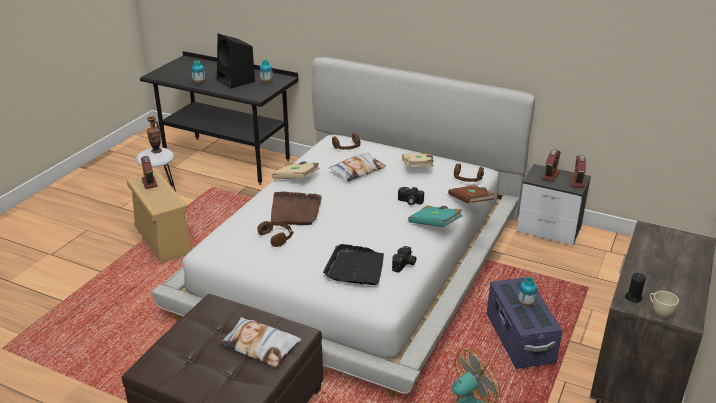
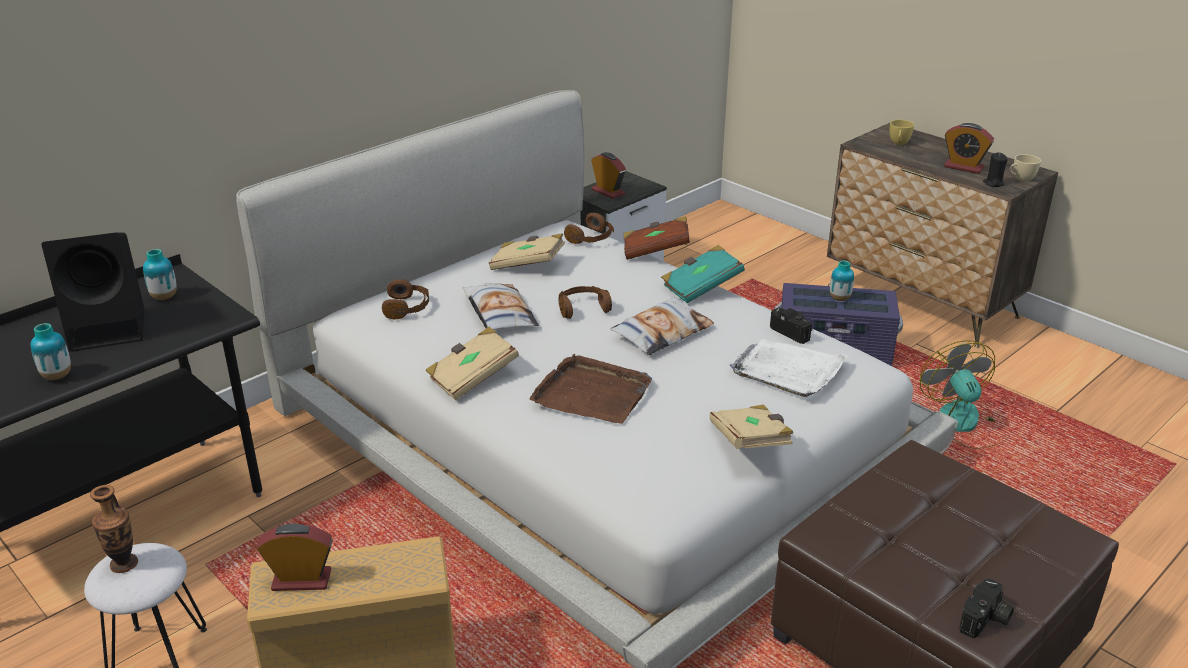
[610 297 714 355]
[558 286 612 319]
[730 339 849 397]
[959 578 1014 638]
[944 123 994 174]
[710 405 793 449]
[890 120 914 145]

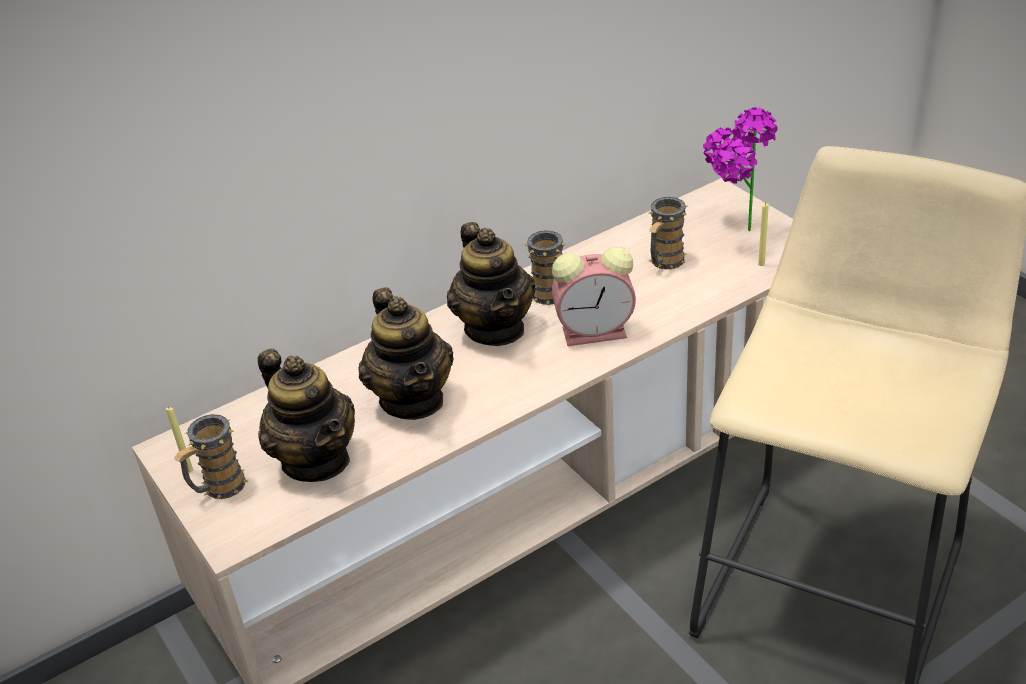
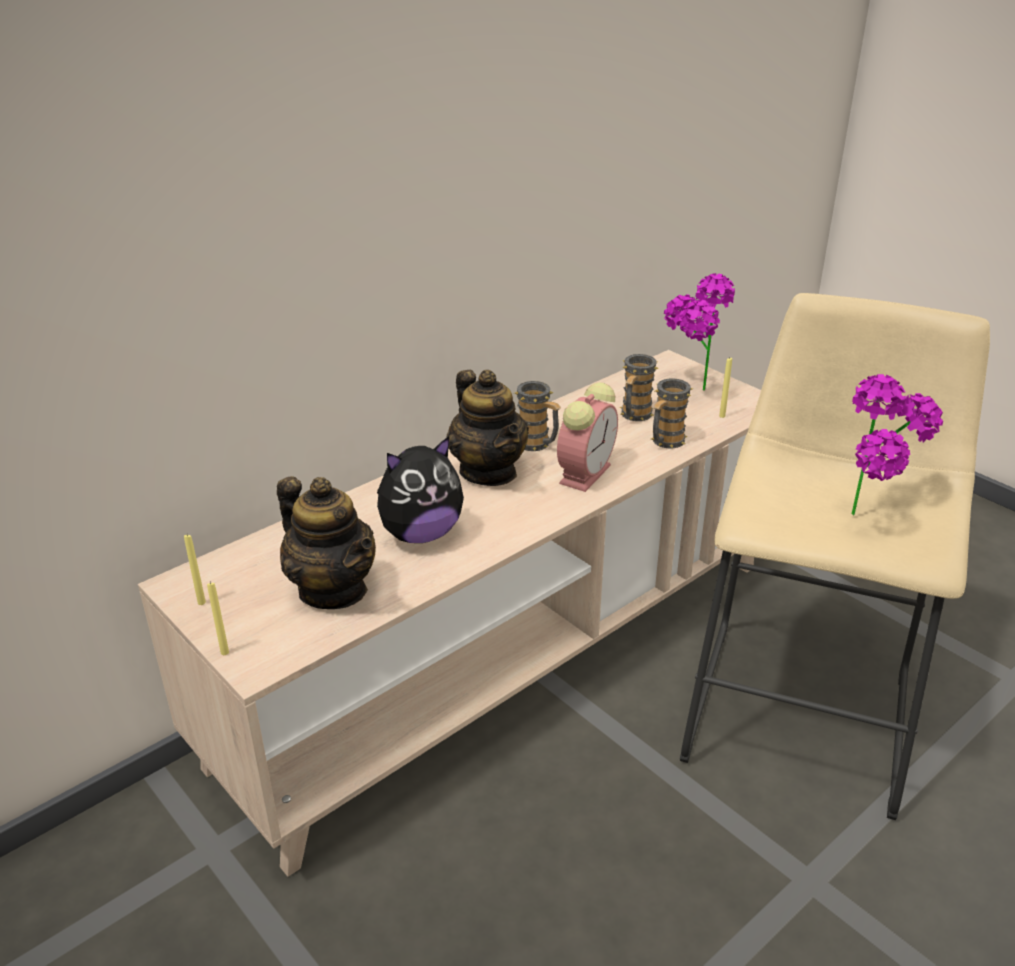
[651 378 693 449]
[377 436 464 543]
[557 382 618 492]
[207 581 229 655]
[852 374 943 515]

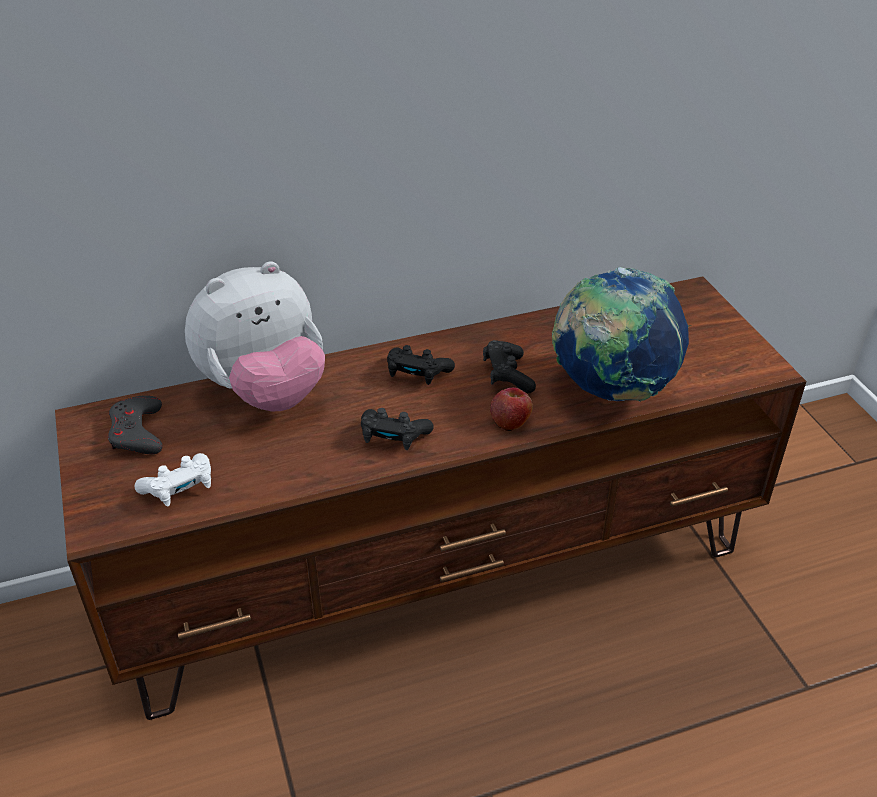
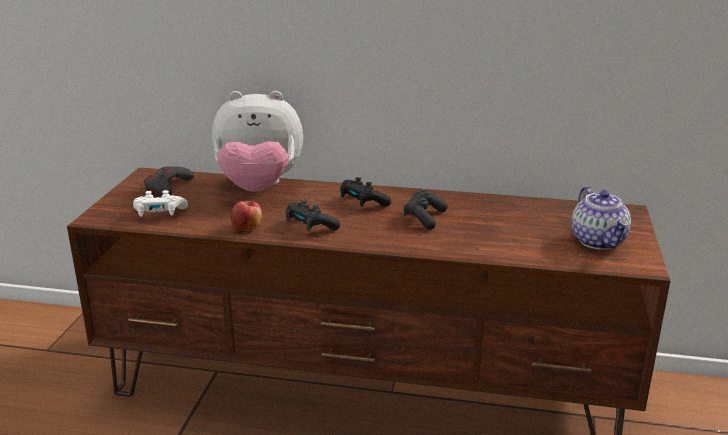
[231 201 262 232]
[552 267 692 402] (first image)
[571 186 631 250]

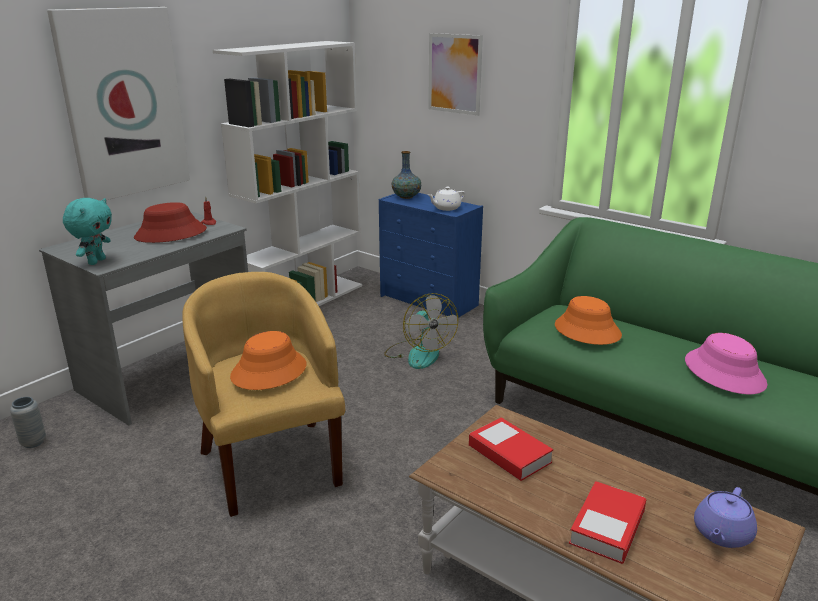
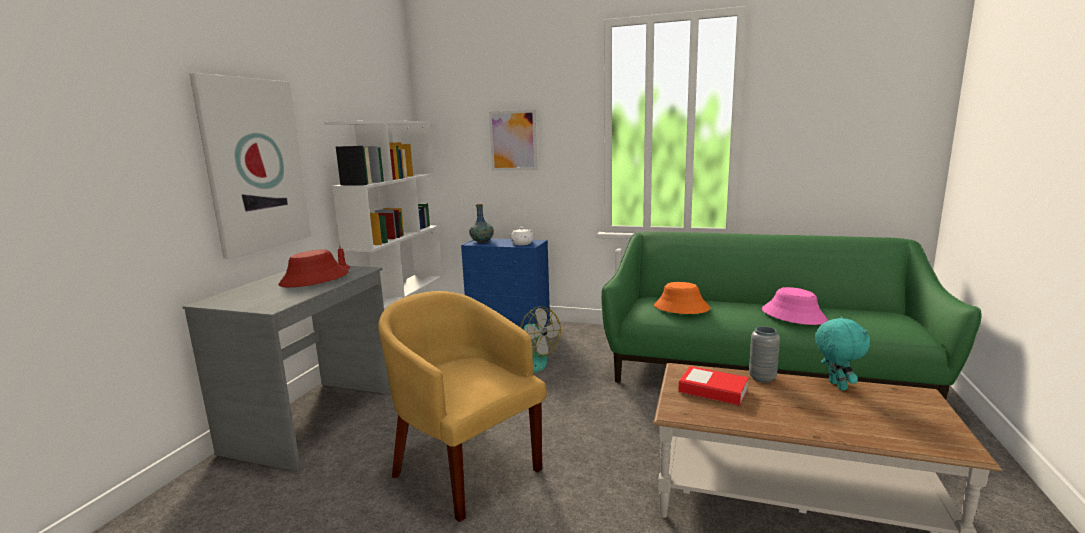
[749 326 780 383]
[815 316 870 390]
[230 331 306 390] (first image)
[569 481 646 564] (first image)
[694 487 757 548] (first image)

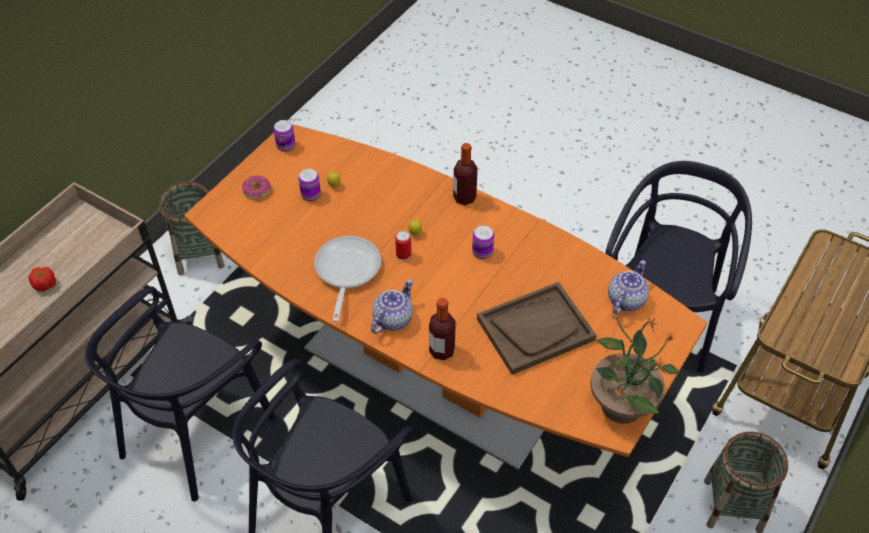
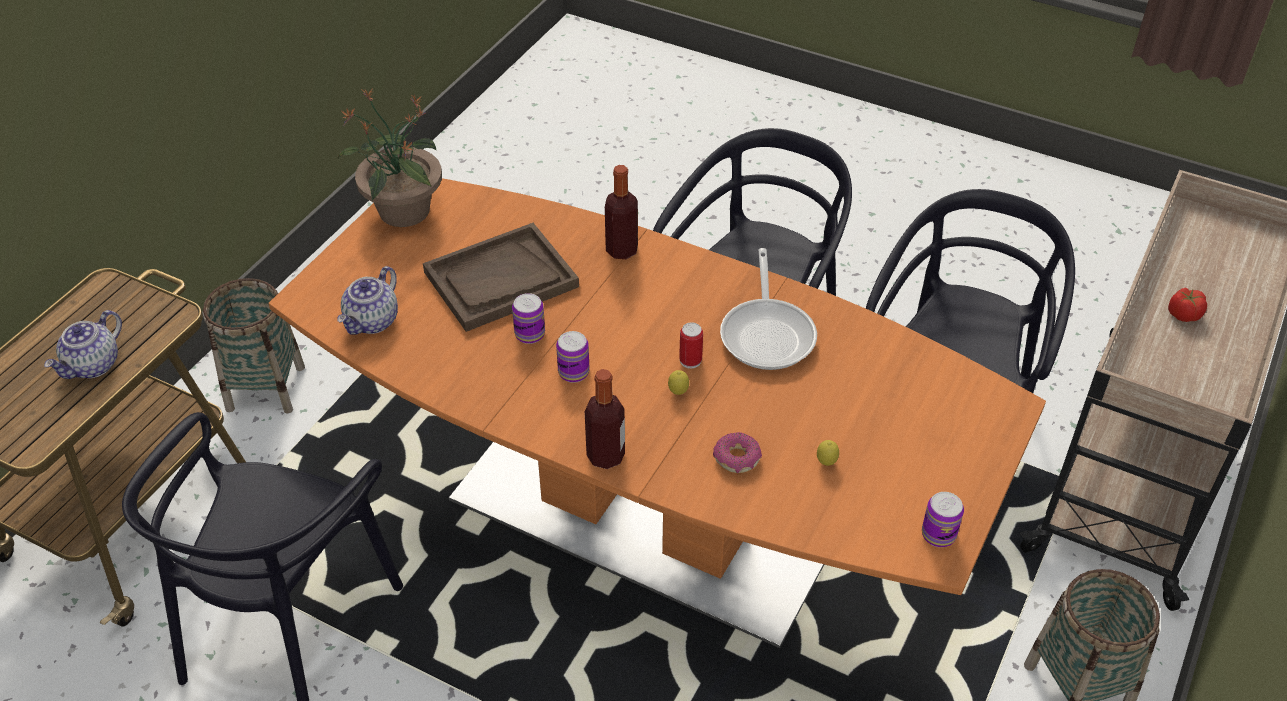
[713 432 762 473]
[512 293 545 344]
[44 310 122 379]

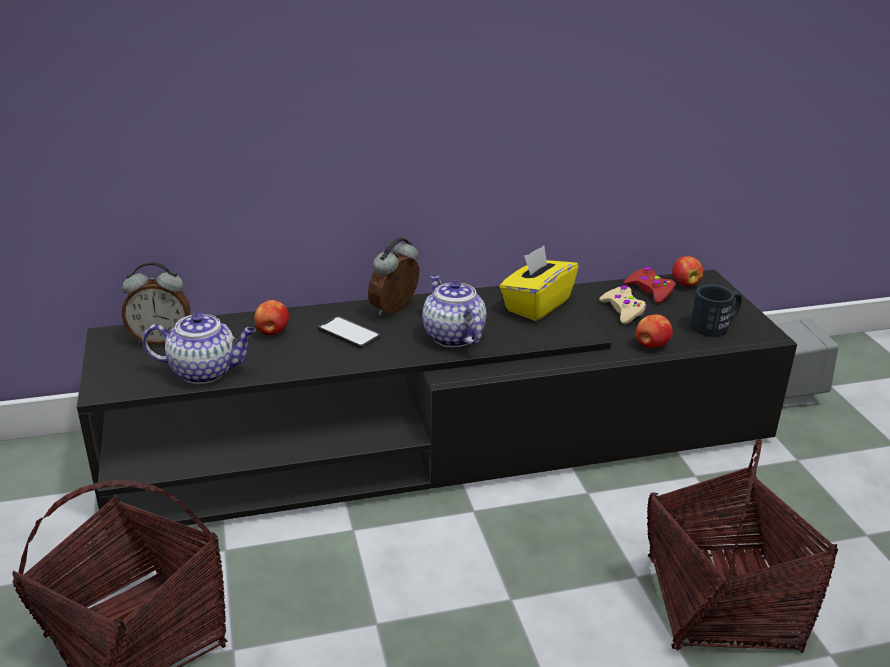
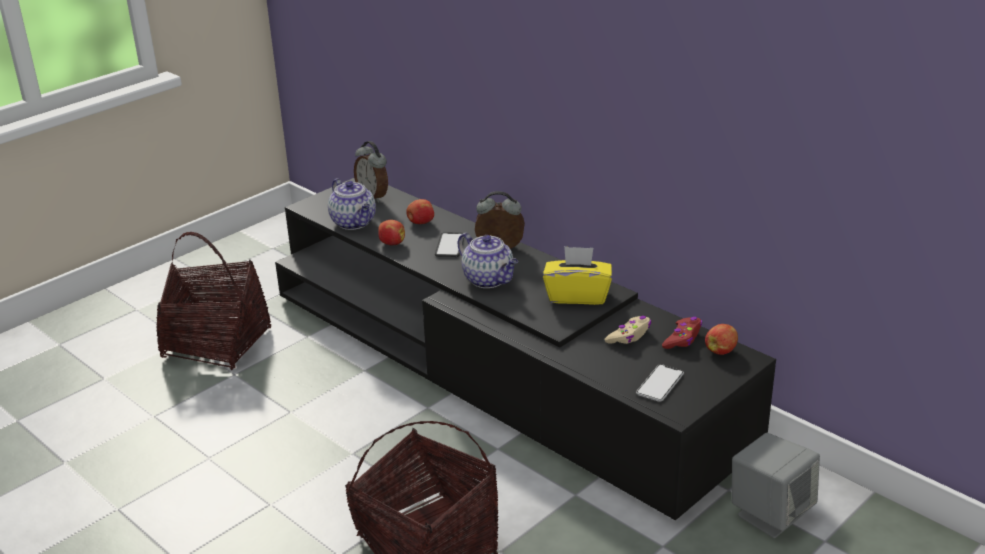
[458 233 518 288]
[378 220 405 246]
[636 364 684 402]

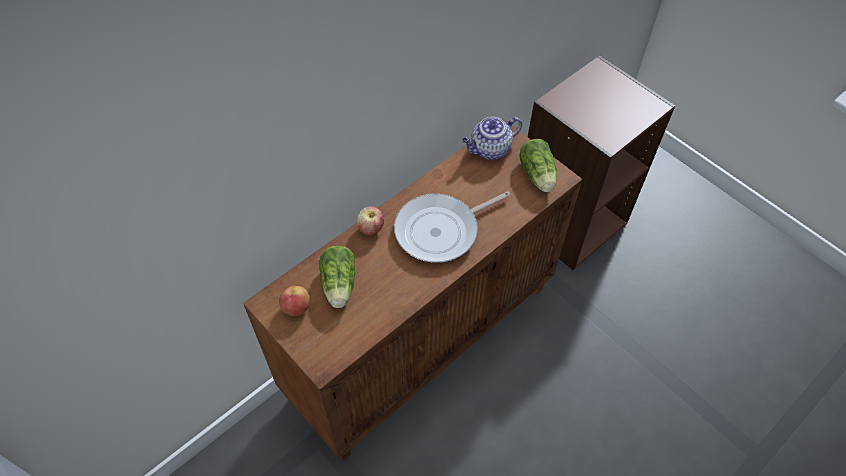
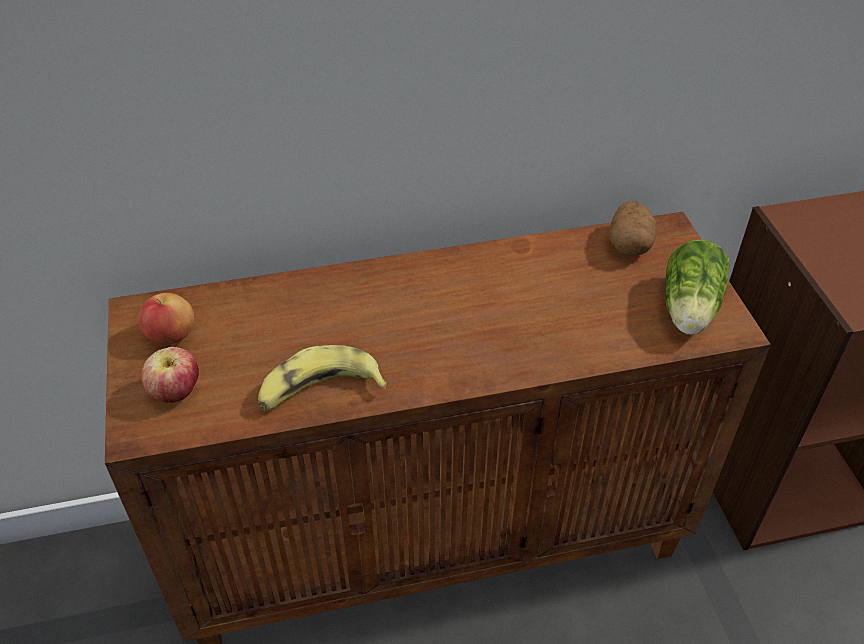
[319 246 355 308] (first image)
[141 347 199 403]
[394 192 510 263] (first image)
[609 201 657 256]
[258 345 389 411]

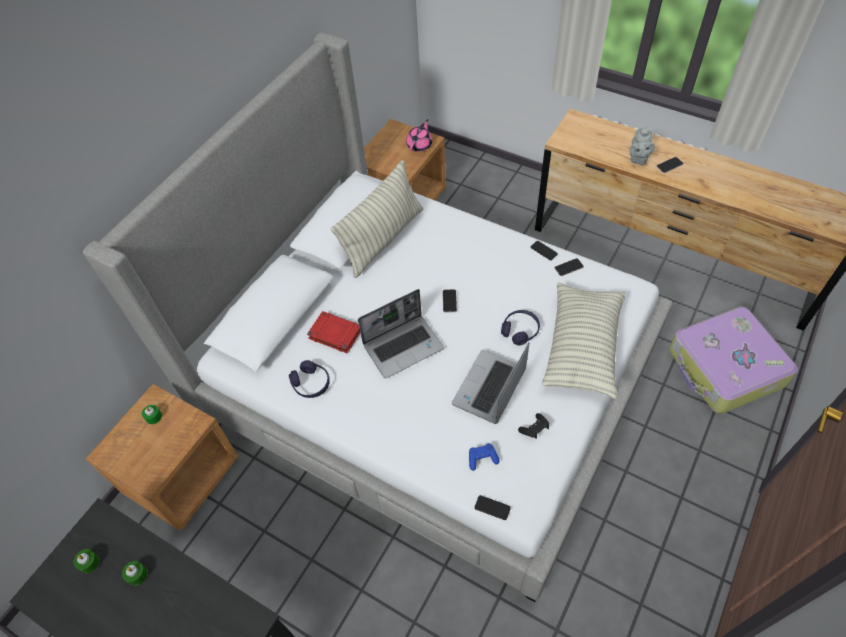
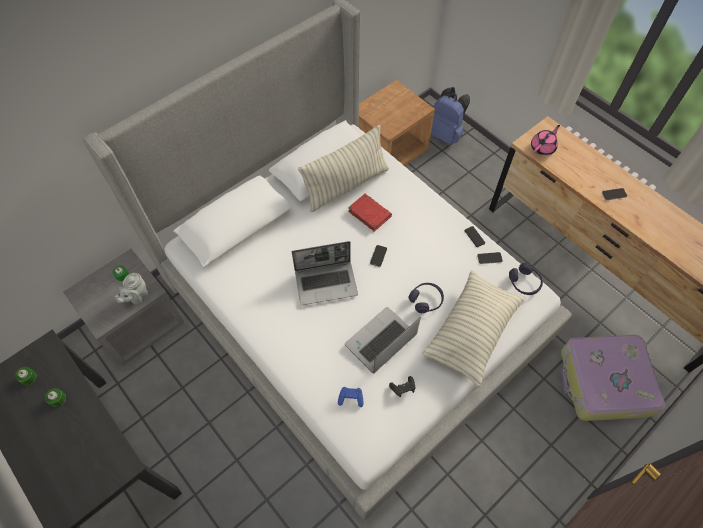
[63 249 184 366]
[509 263 543 295]
[348 194 392 232]
[531 125 560 155]
[475 495 511 520] (first image)
[115 273 148 305]
[431 87 470 145]

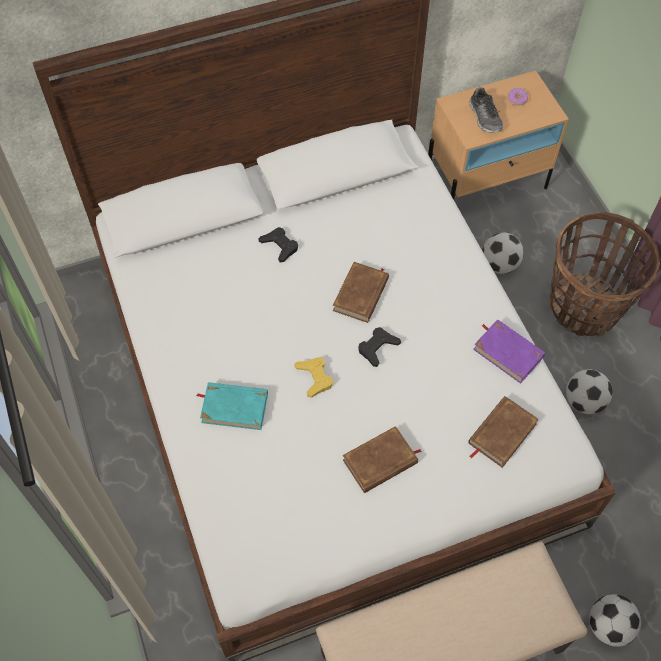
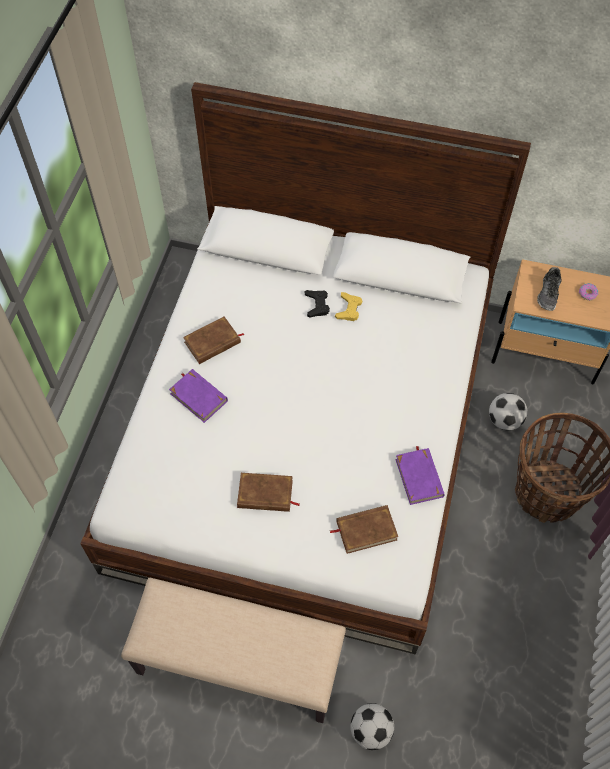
[169 369 228 423]
[335 292 362 321]
[183 317 244 364]
[358 327 401 367] (first image)
[566 369 613 414] (first image)

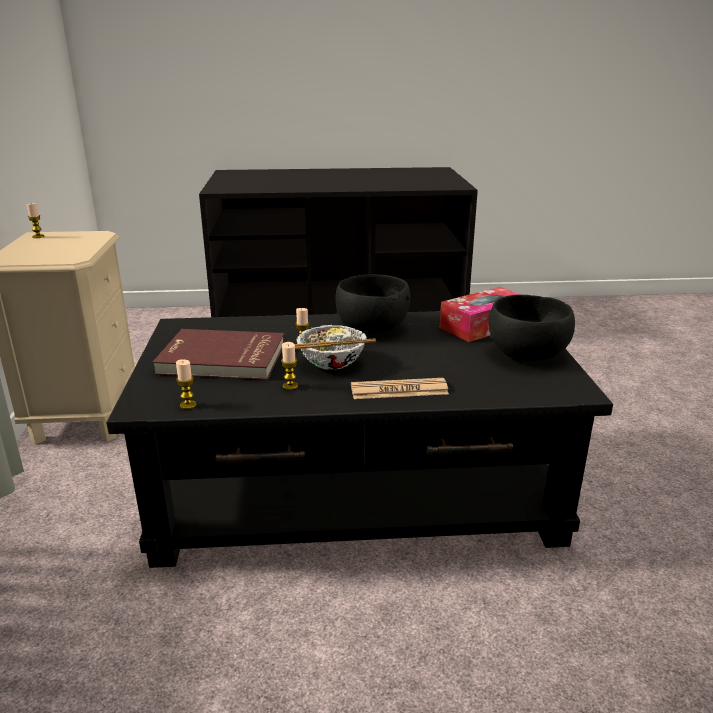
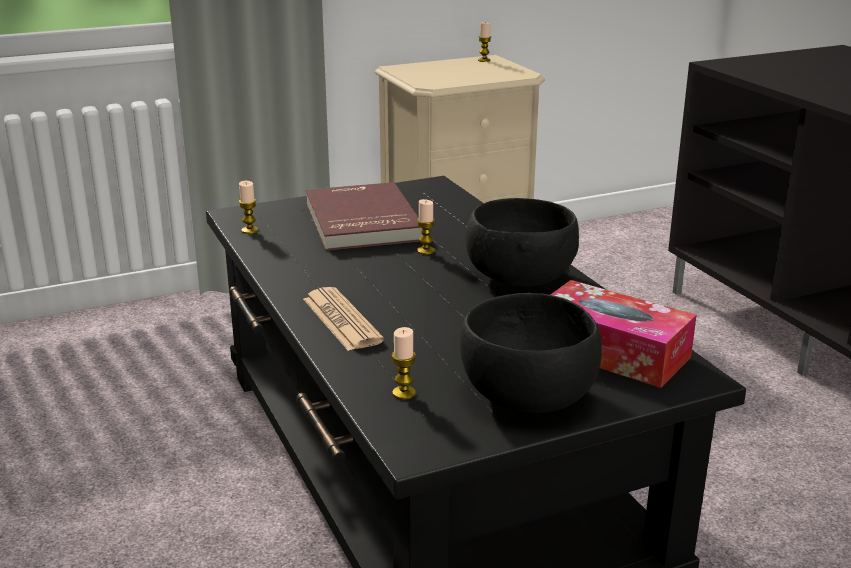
[392 327 416 400]
[295 325 376 370] (first image)

